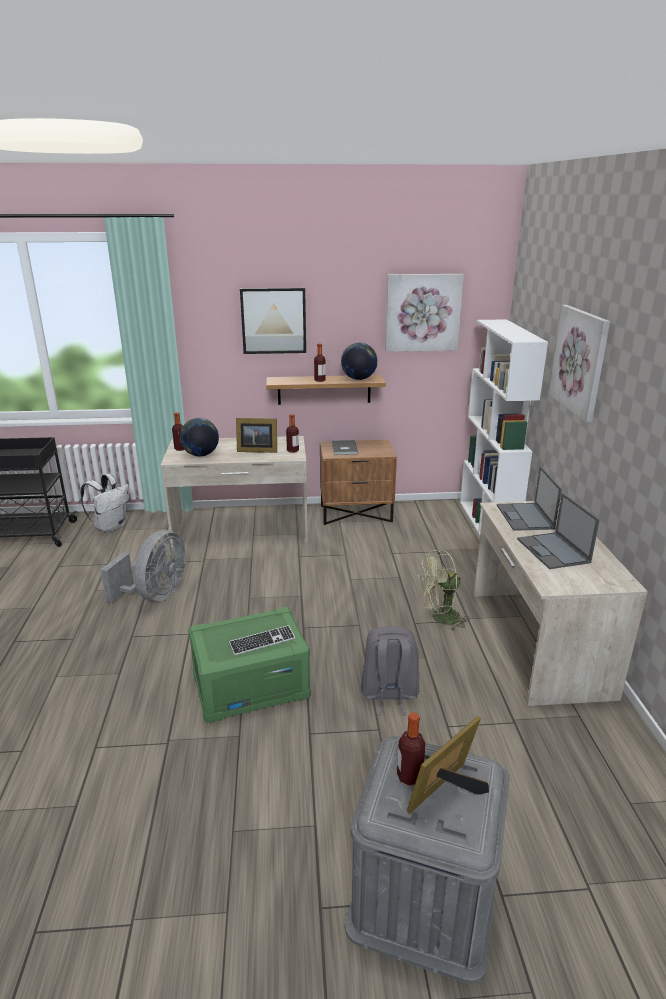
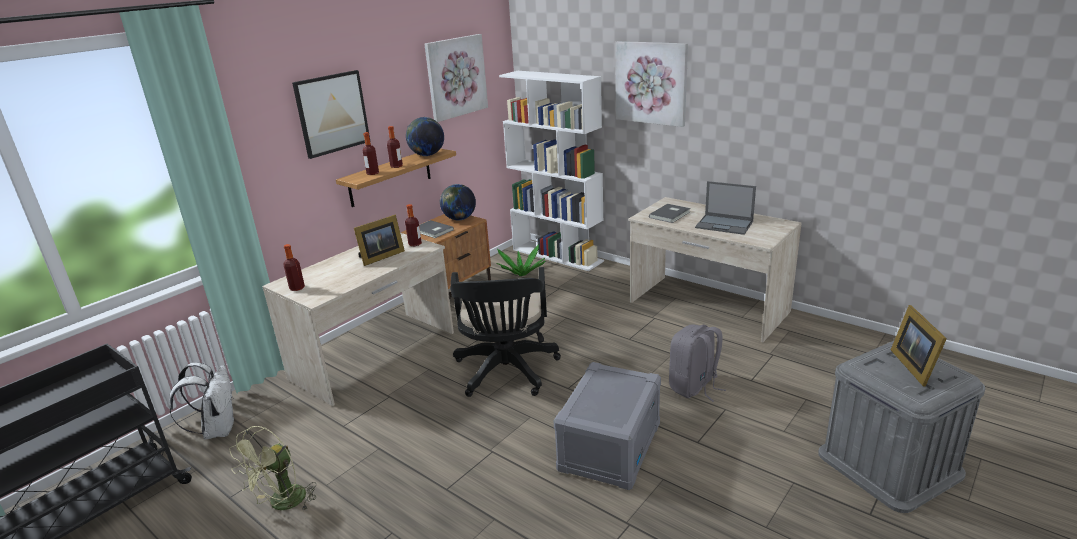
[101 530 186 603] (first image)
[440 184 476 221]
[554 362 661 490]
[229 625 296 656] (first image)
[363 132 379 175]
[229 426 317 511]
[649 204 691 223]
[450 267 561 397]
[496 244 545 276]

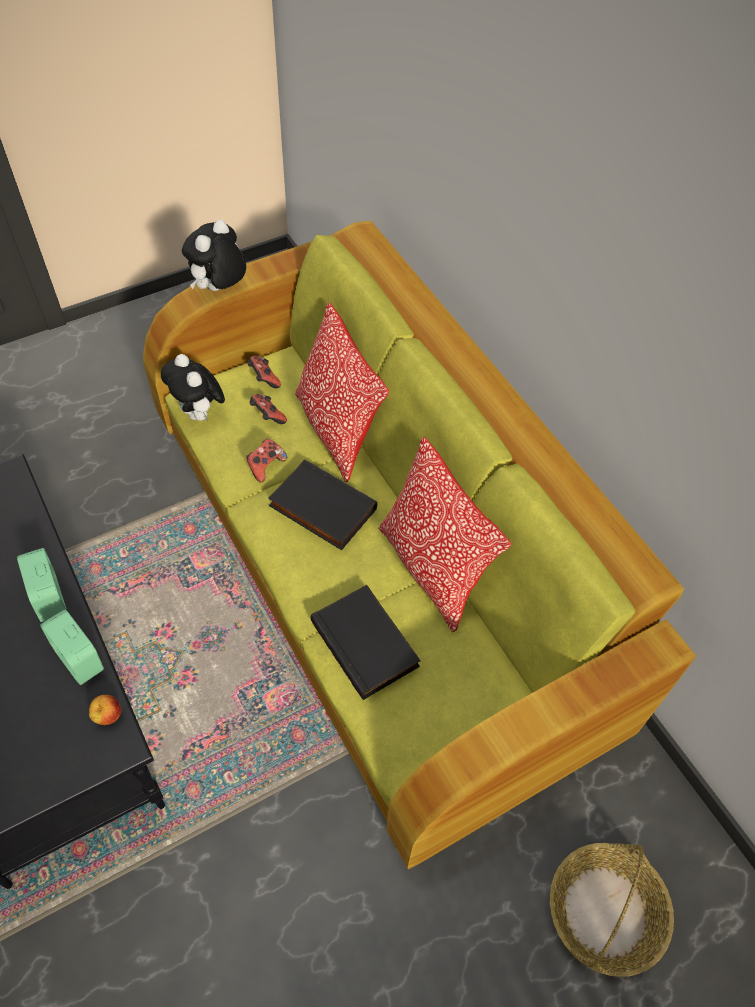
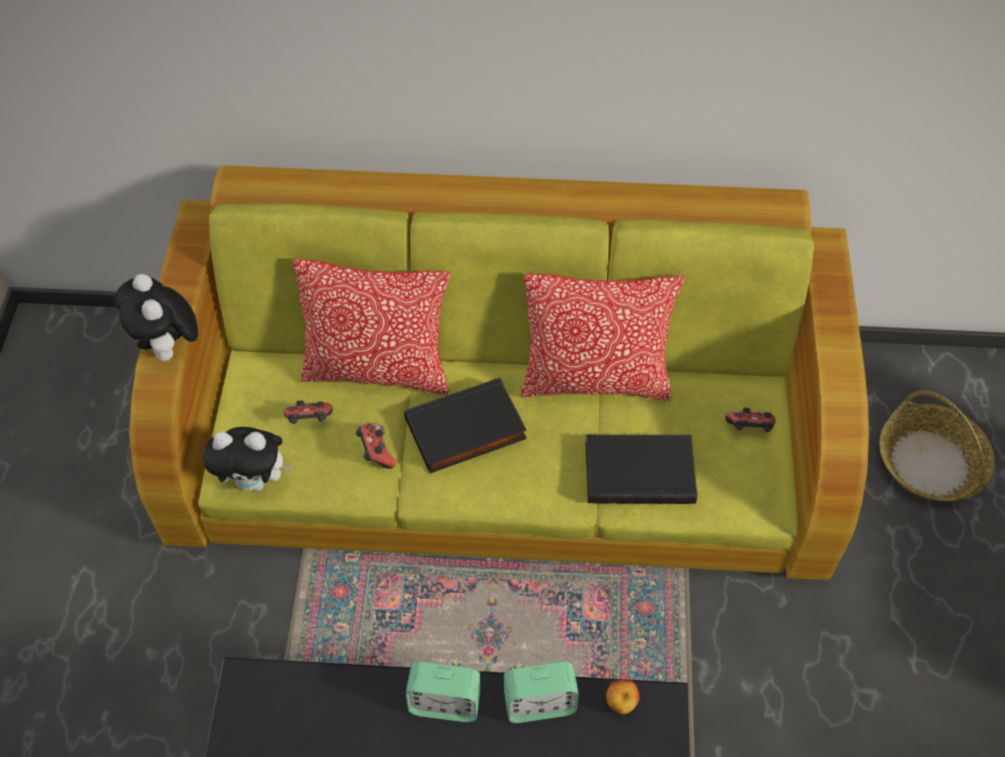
[725 408 776 432]

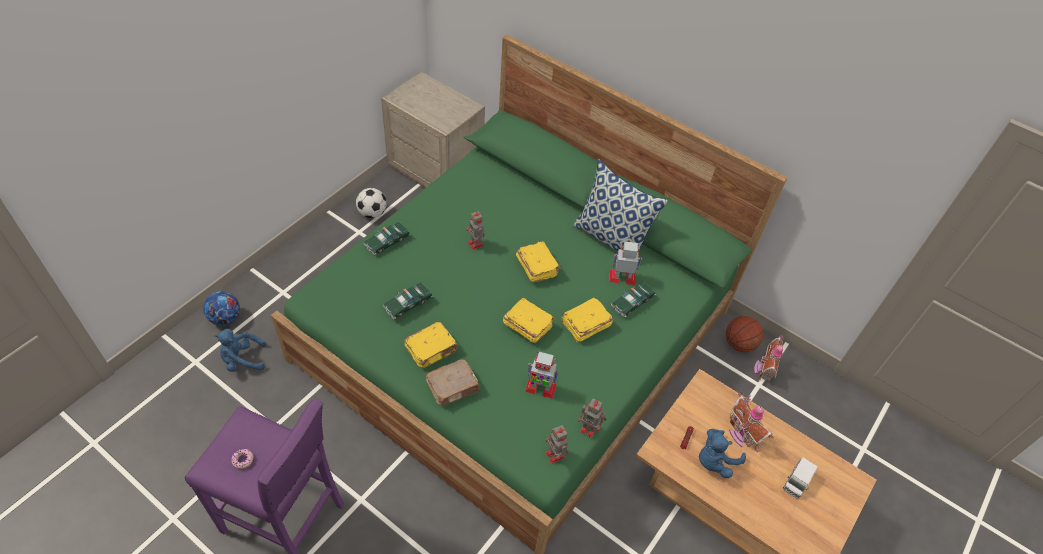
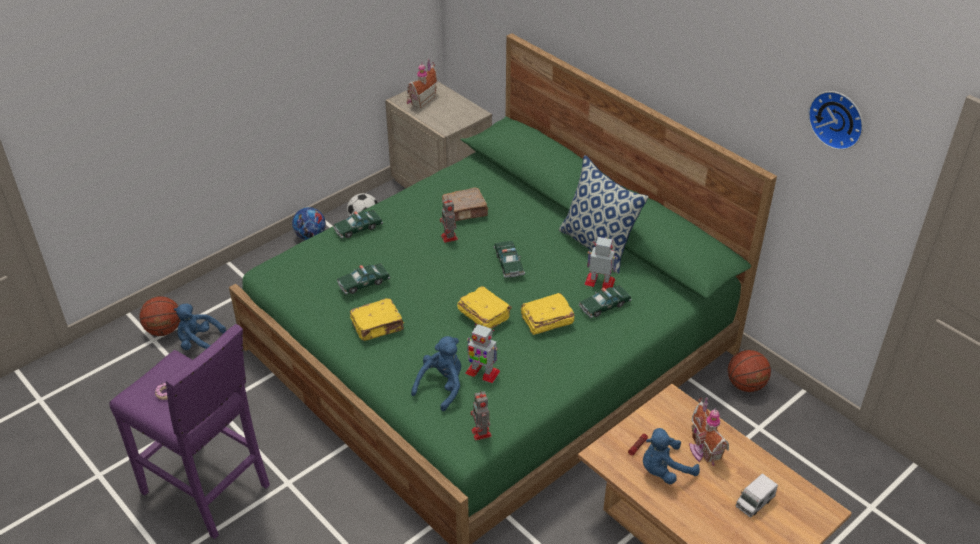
[292 207 326 240]
[442 188 488 221]
[494 241 525 278]
[578 399 606 438] (first image)
[407 58 437 108]
[139 296 180 336]
[411 336 461 411]
[808 91 863 150]

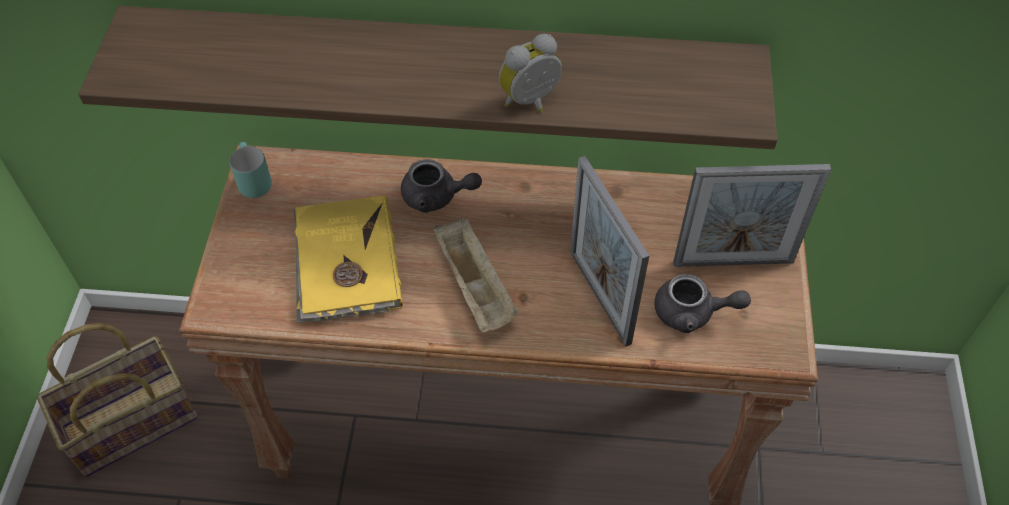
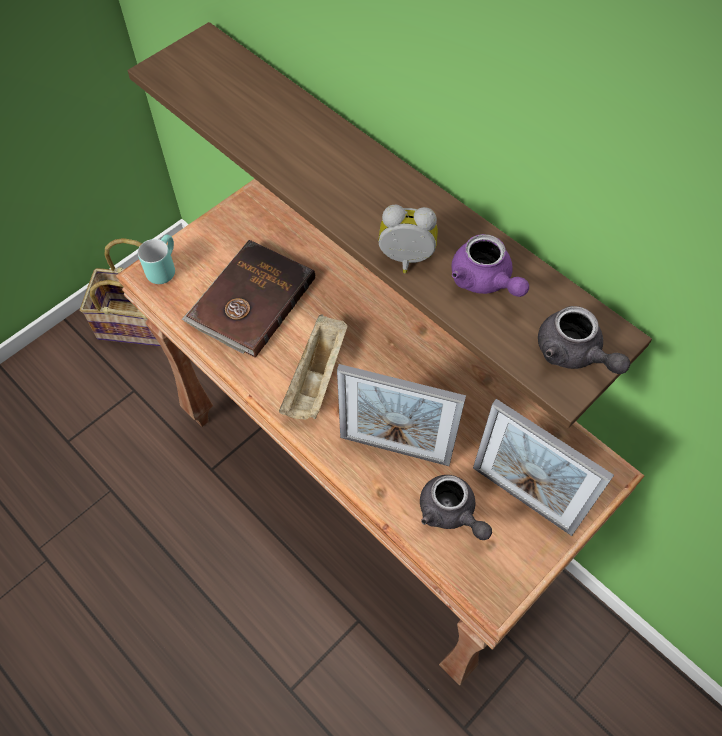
[138 235 175 284]
[182 240 315 358]
[538 306 630 374]
[337 364 466 466]
[451 234 529 297]

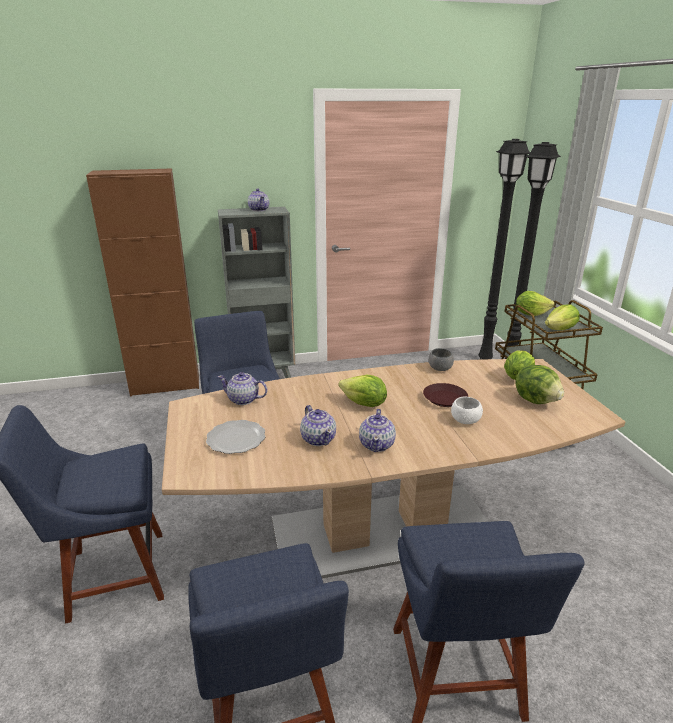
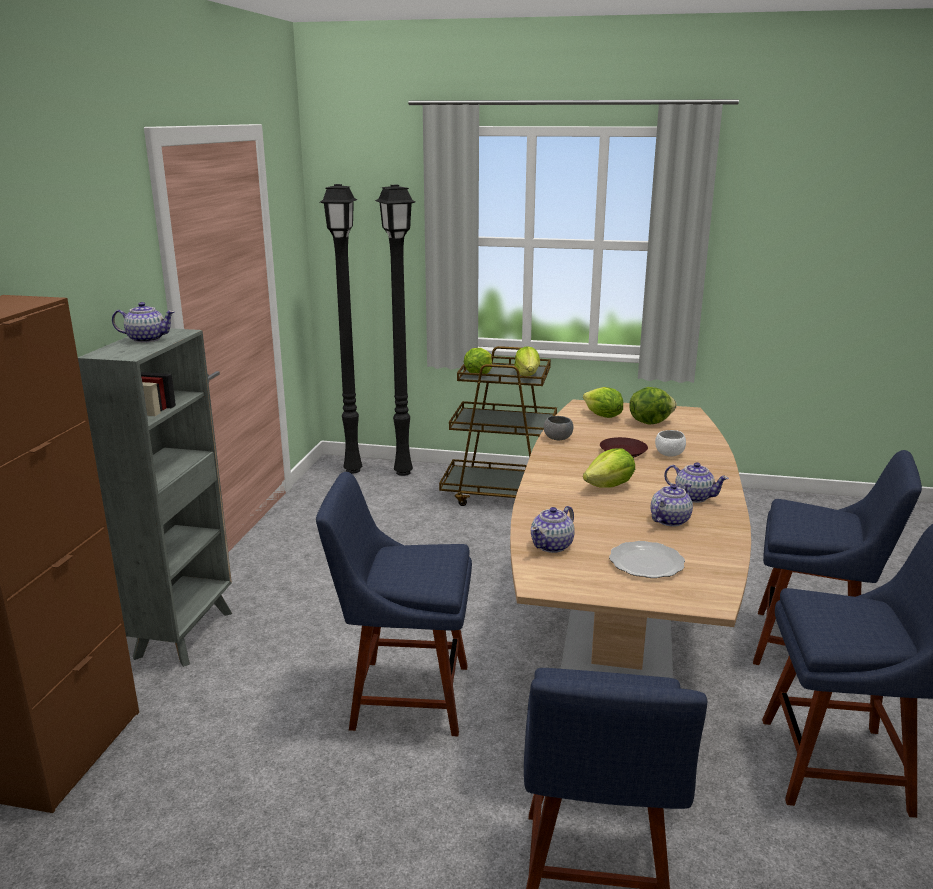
[651 483 693 527]

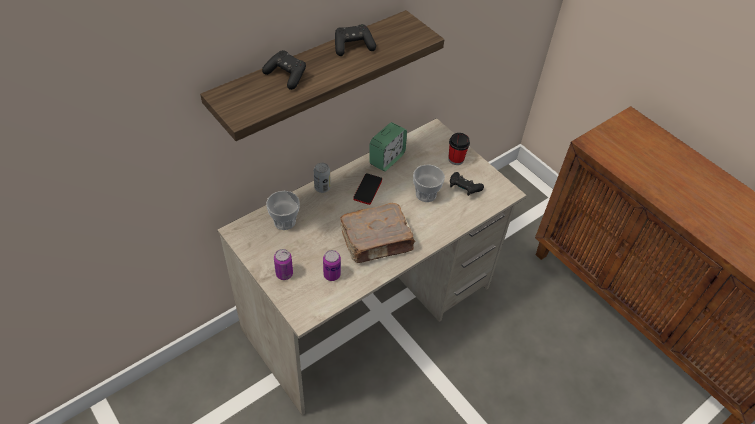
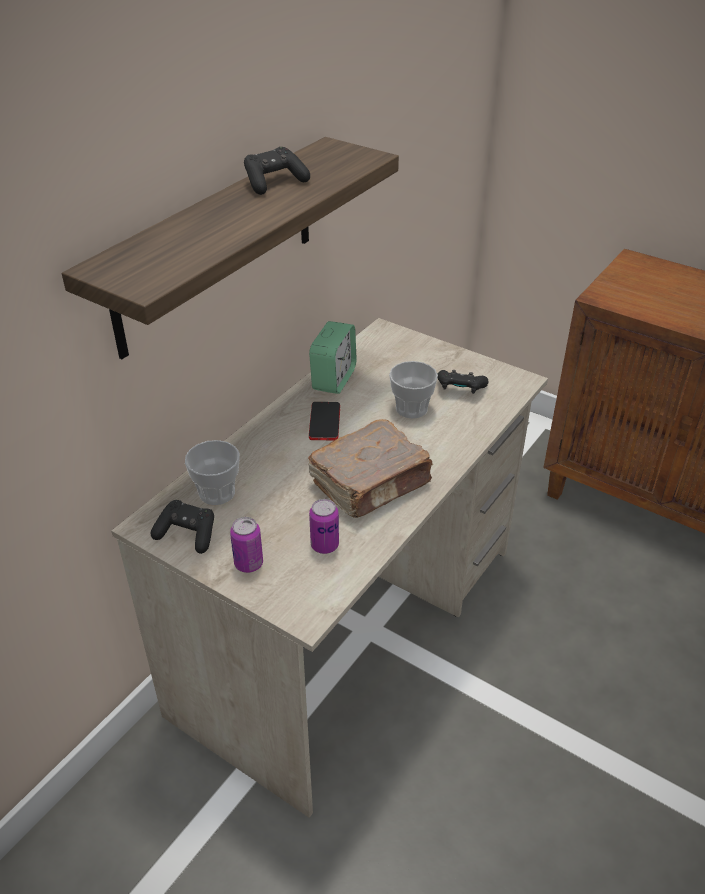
[151 500 214 554]
[314 163 330 193] (first image)
[449 133 470 165] (first image)

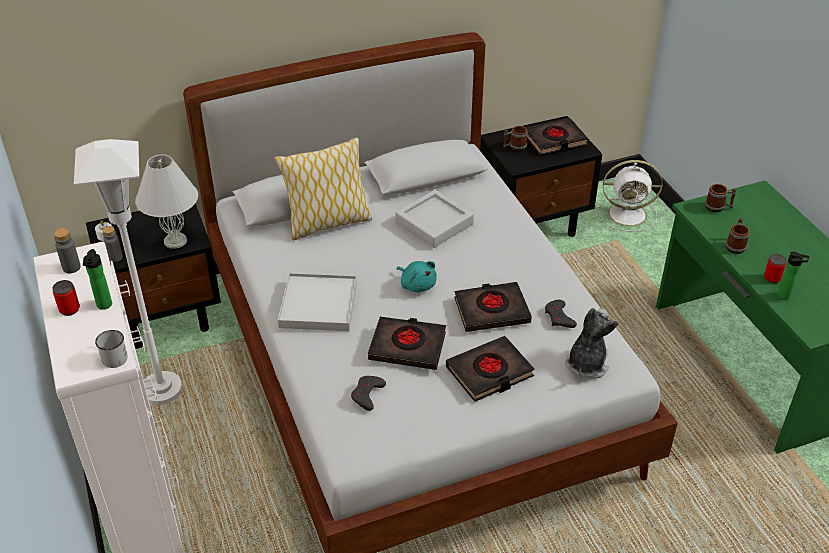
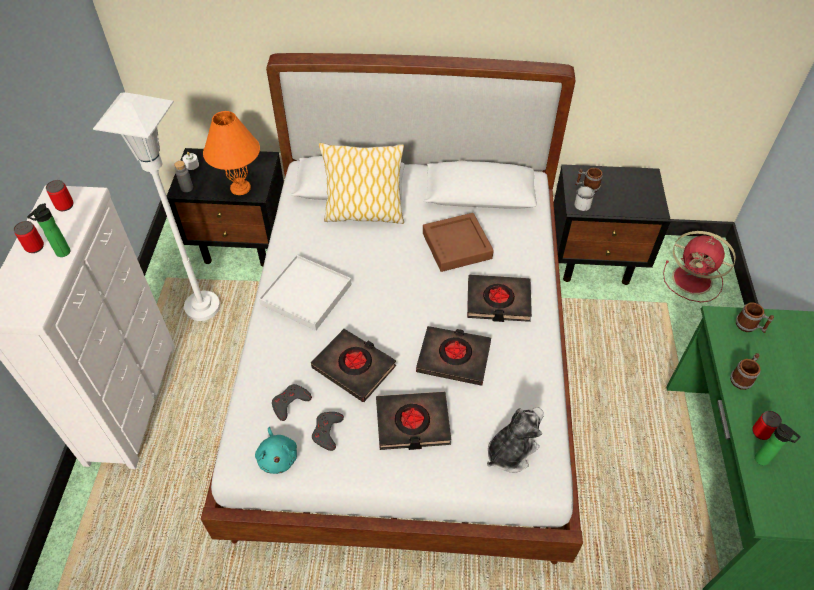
[46 180 74 211]
[574 186 595 211]
[203 111 260 195]
[423 213 494 272]
[255 427 297 474]
[467 275 532 322]
[312 412 344 451]
[663 231 736 302]

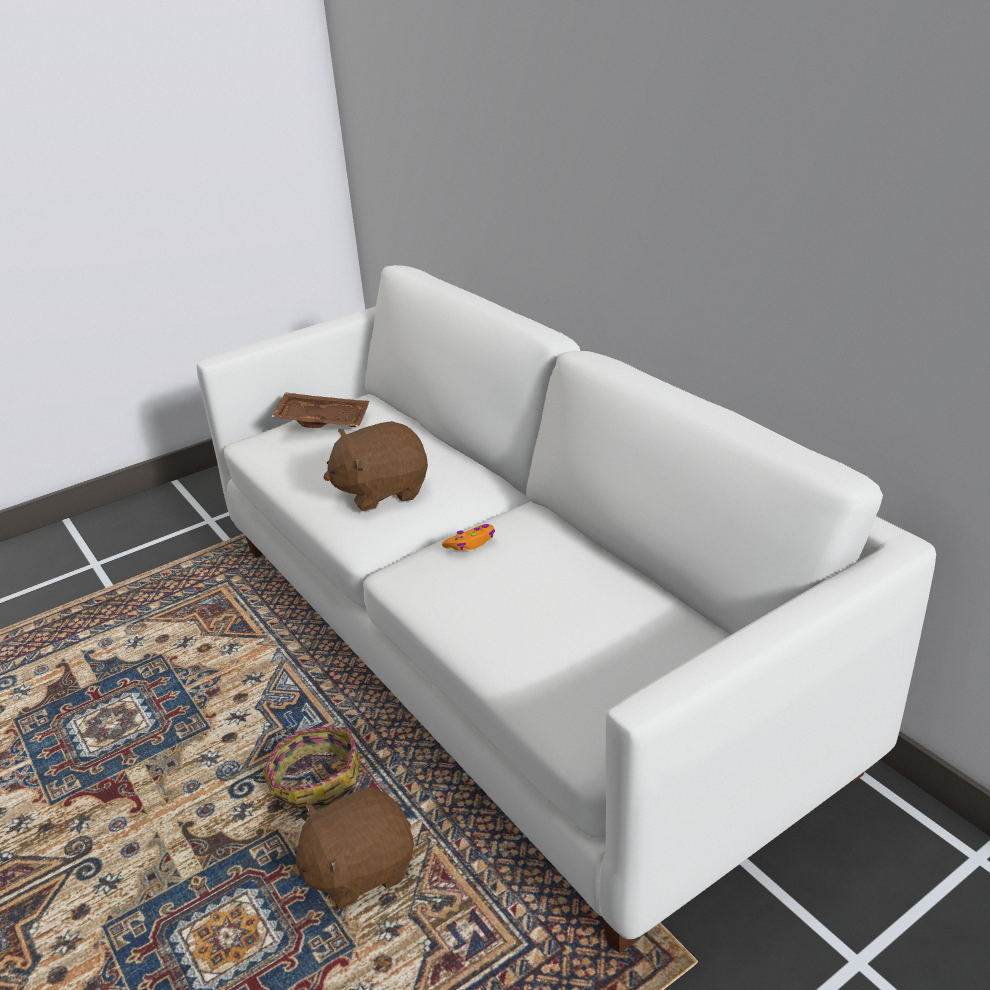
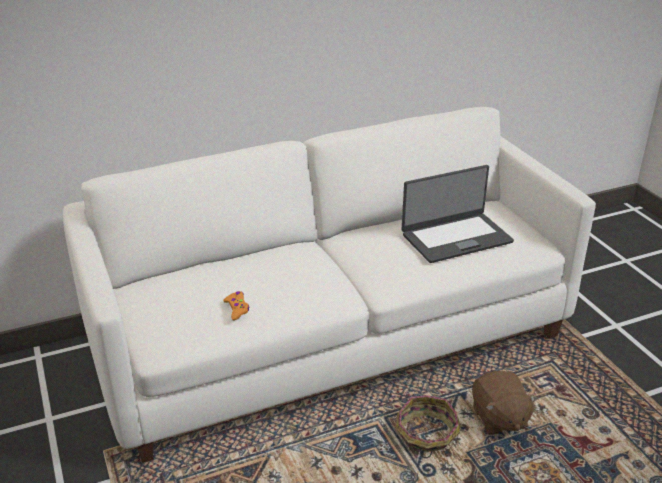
[271 392 369 428] (first image)
[323 421 428 511] (first image)
[223 291 249 320]
[402 165 514 263]

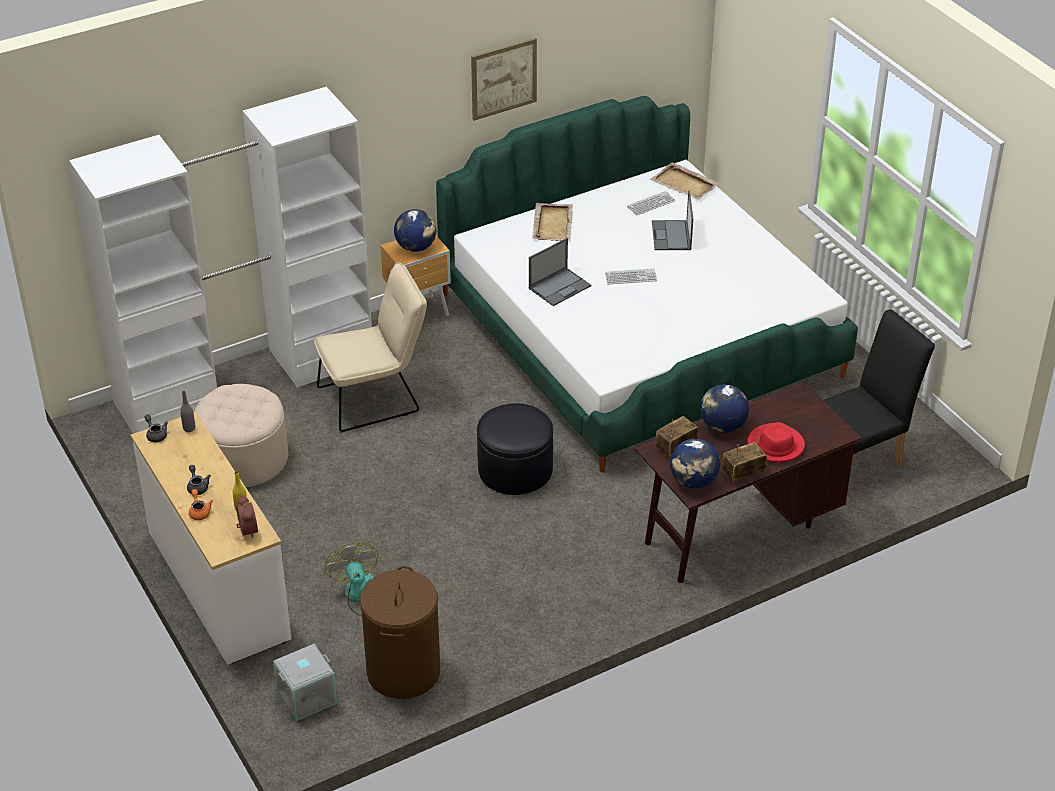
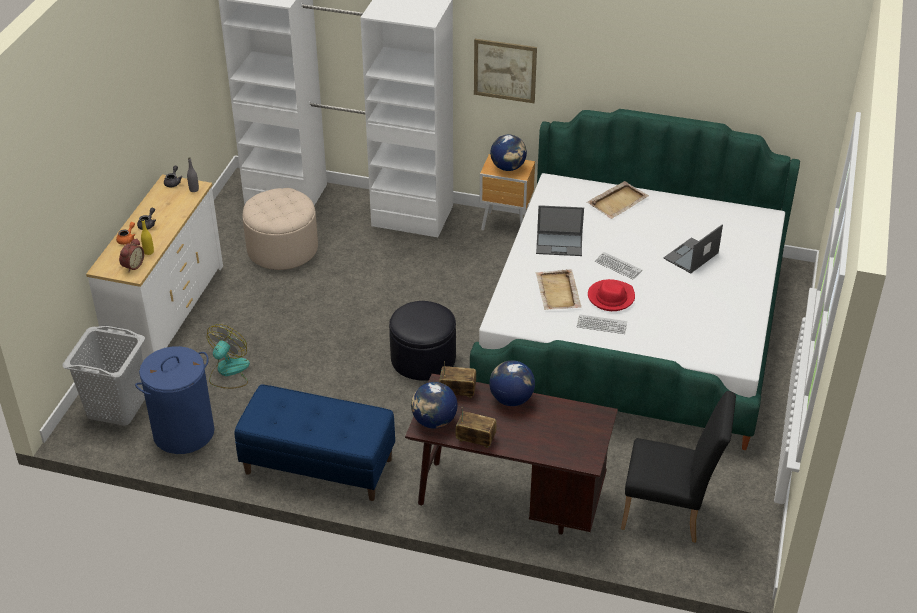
[62 326 145 426]
[314 262 427 432] (first image)
[135 346 214 454]
[474 39 537 103]
[577 314 627 334]
[536 269 581 310]
[588 279 635 311]
[235 385 395 501]

